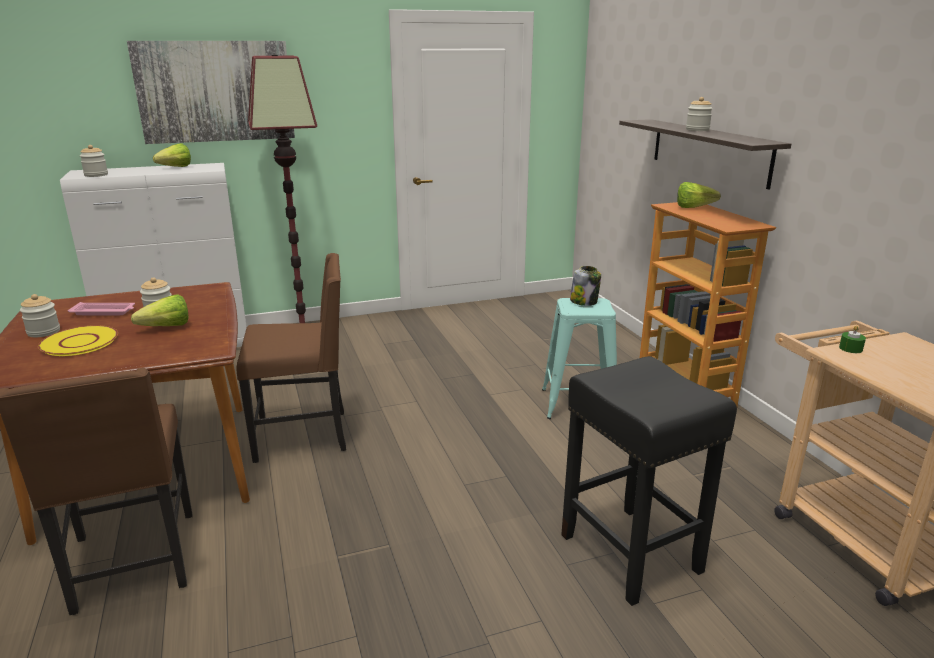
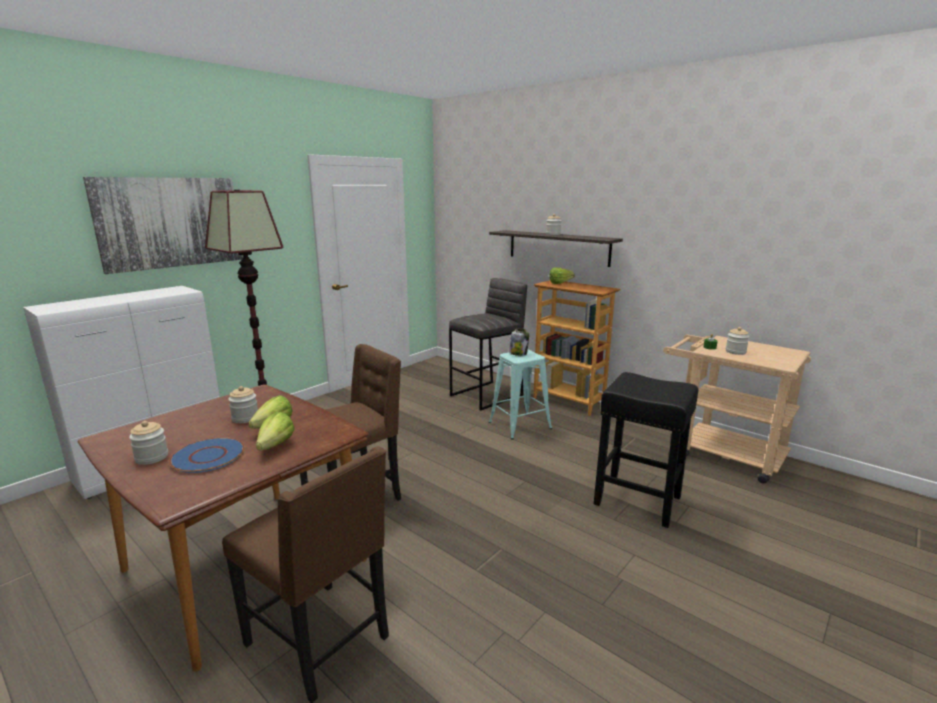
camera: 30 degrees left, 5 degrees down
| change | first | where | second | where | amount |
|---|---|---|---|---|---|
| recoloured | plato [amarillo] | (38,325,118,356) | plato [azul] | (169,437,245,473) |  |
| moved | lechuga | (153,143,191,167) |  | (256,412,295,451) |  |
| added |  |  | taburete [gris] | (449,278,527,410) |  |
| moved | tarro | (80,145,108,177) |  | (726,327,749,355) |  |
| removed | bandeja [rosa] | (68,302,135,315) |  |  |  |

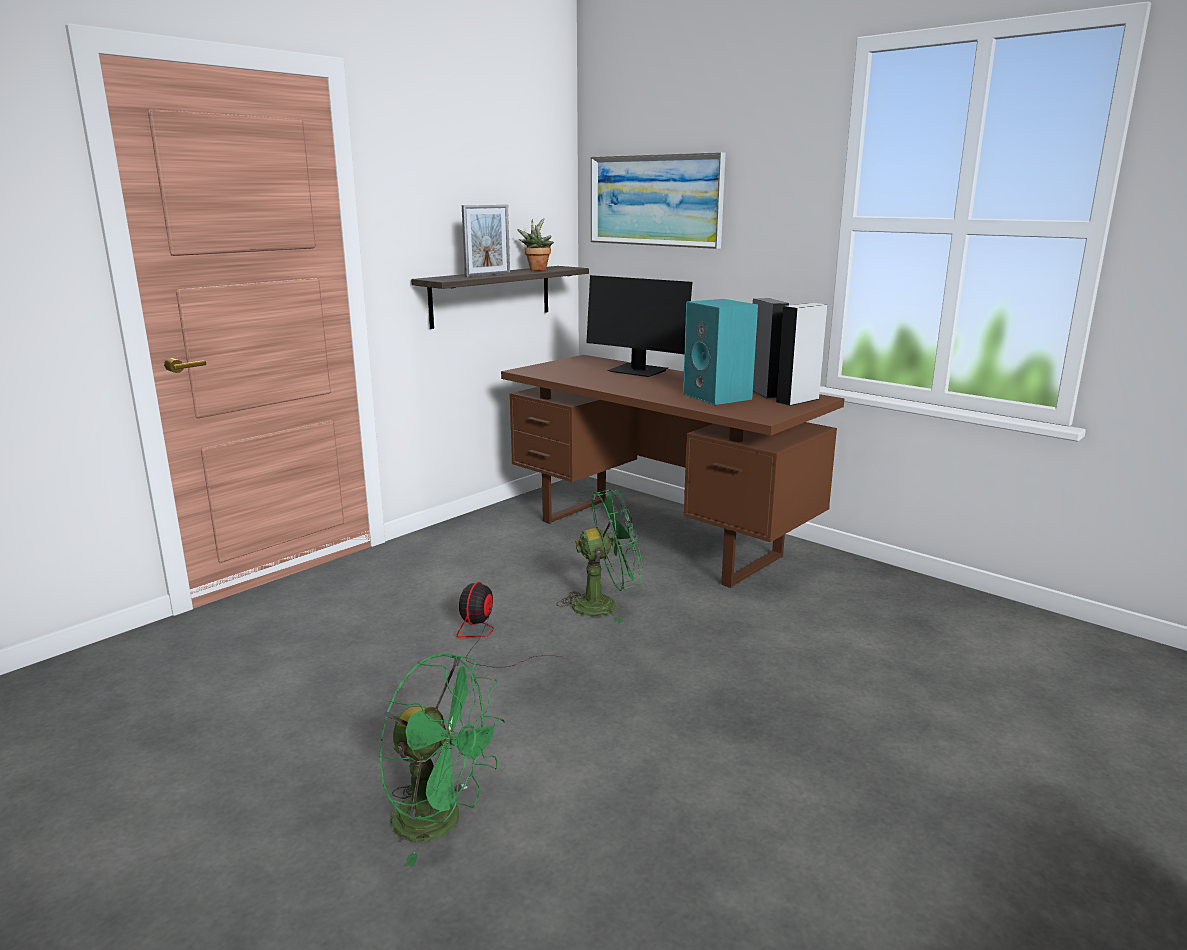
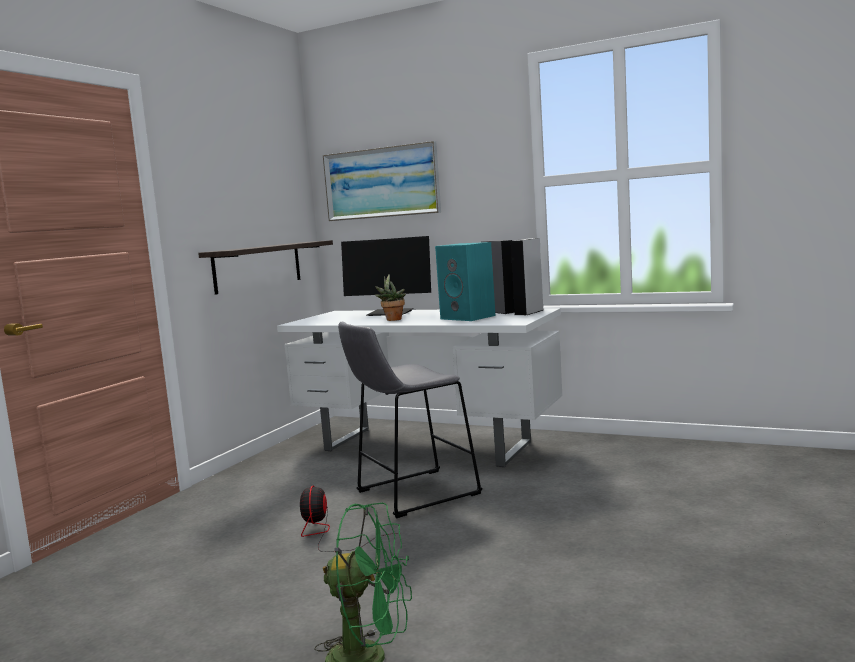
camera: 15 degrees left, 10 degrees down
| change | first | where | second | where | amount |
|---|---|---|---|---|---|
| recoloured | escritorio [marrón] | (501,355,844,588) | escritorio [blanco] | (277,308,563,467) |  |
| replaced | ventilador [verde] | (557,490,643,623) | taburete [gris] | (338,322,483,518) |  |
| moved | planta en maceta | (517,218,554,271) |  | (375,274,406,321) |  |
| removed | portarretratos | (462,205,510,277) |  |  |  |

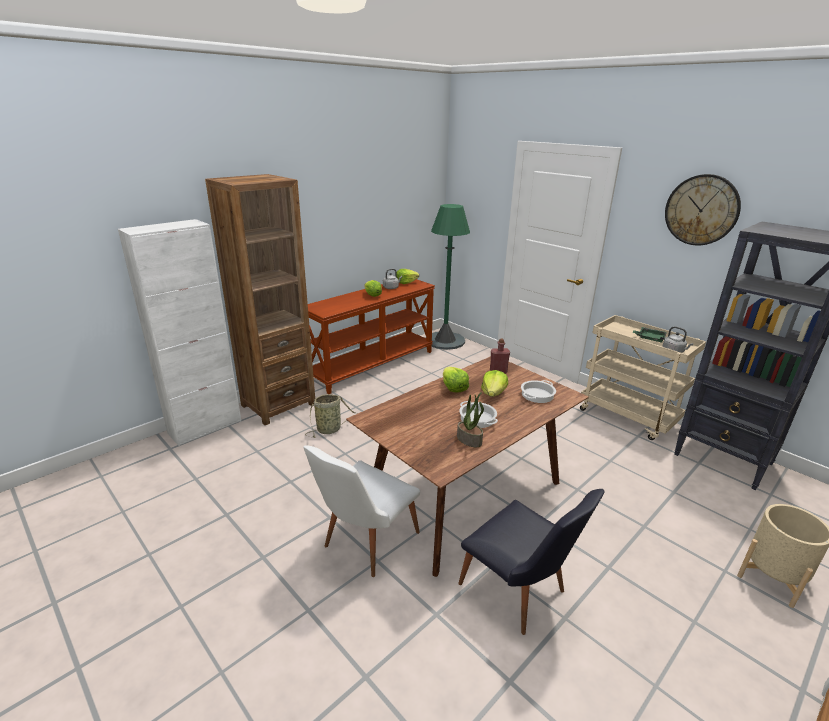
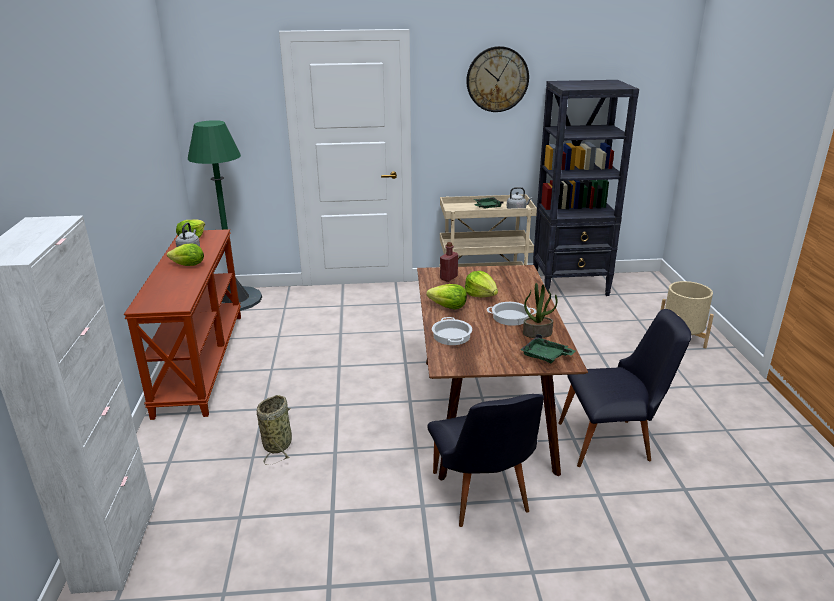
camera: 50 degrees left, 0 degrees up
| change | first | where | second | where | amount |
|---|---|---|---|---|---|
| recoloured | silla [blanco] | (303,445,420,577) | silla [negro] | (427,394,544,527) |  |
| moved | olla | (521,380,556,403) |  | (432,317,472,345) |  |
| added |  |  | bandeja [verde] | (520,334,576,363) |  |
| removed | estantería [marrón] | (205,174,315,425) |  |  |  |

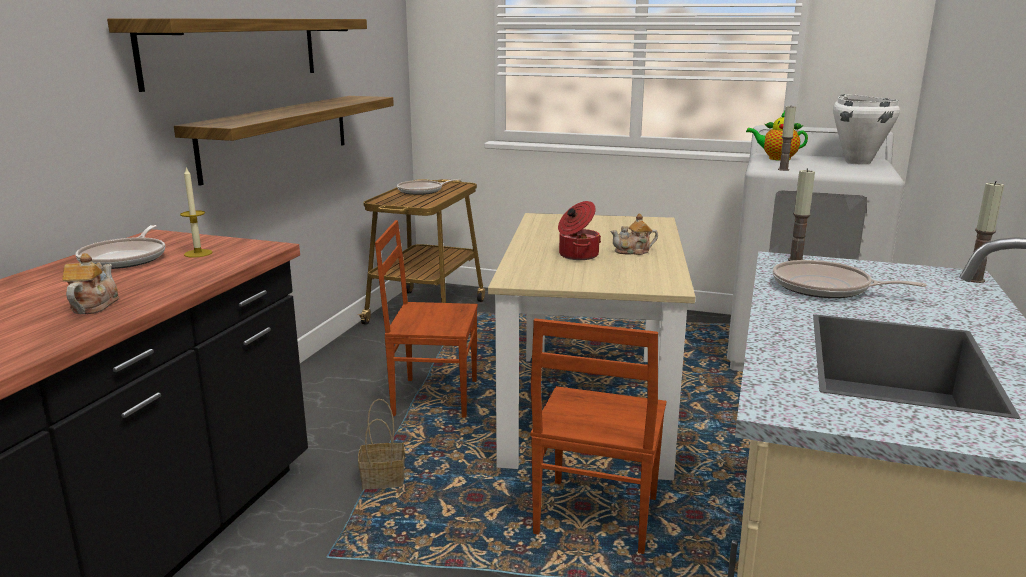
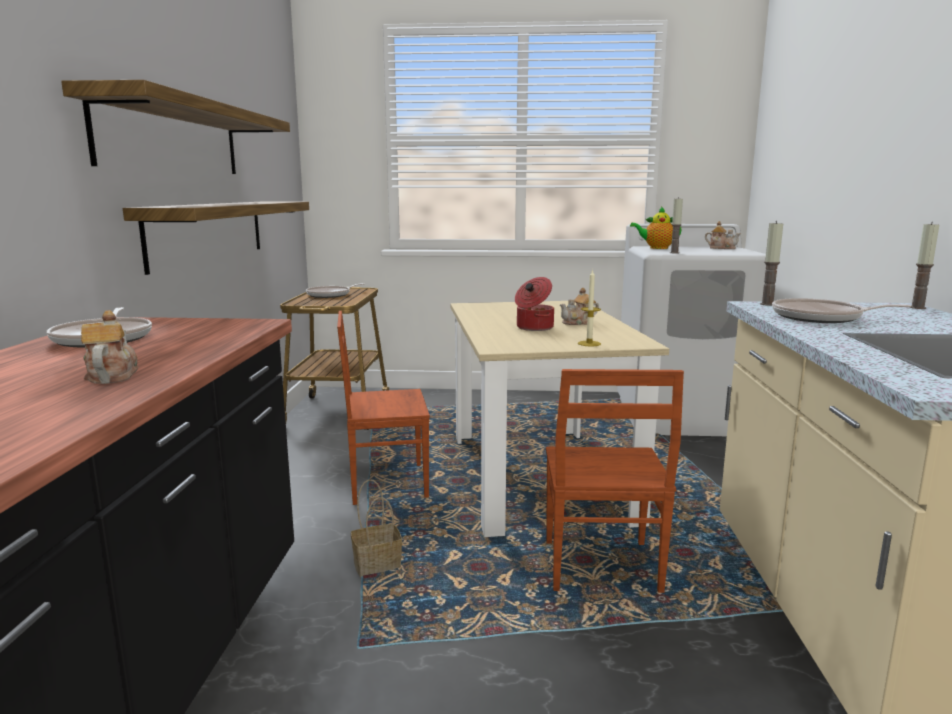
camera: 15 degrees left, 5 degrees down
| change | first | where | second | where | amount |
|---|---|---|---|---|---|
| moved | vela | (180,167,213,258) |  | (578,269,601,346) |  |
| replaced | olla [blanco] | (833,94,900,165) | tetera | (705,221,741,249) |  |

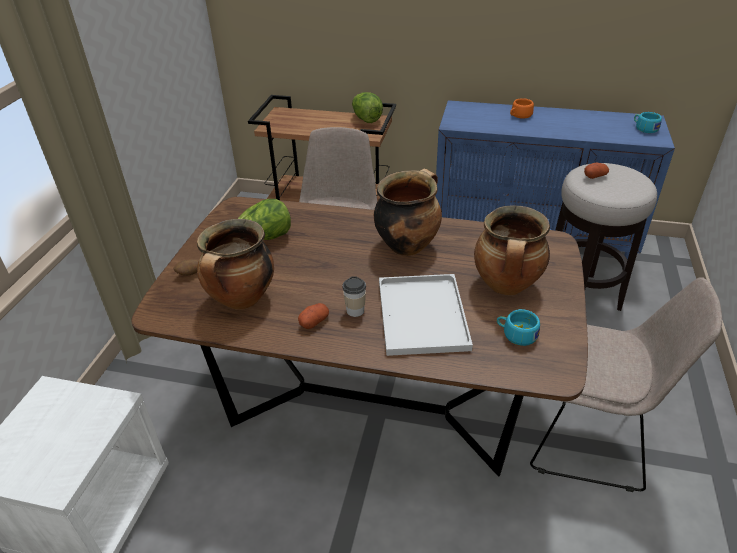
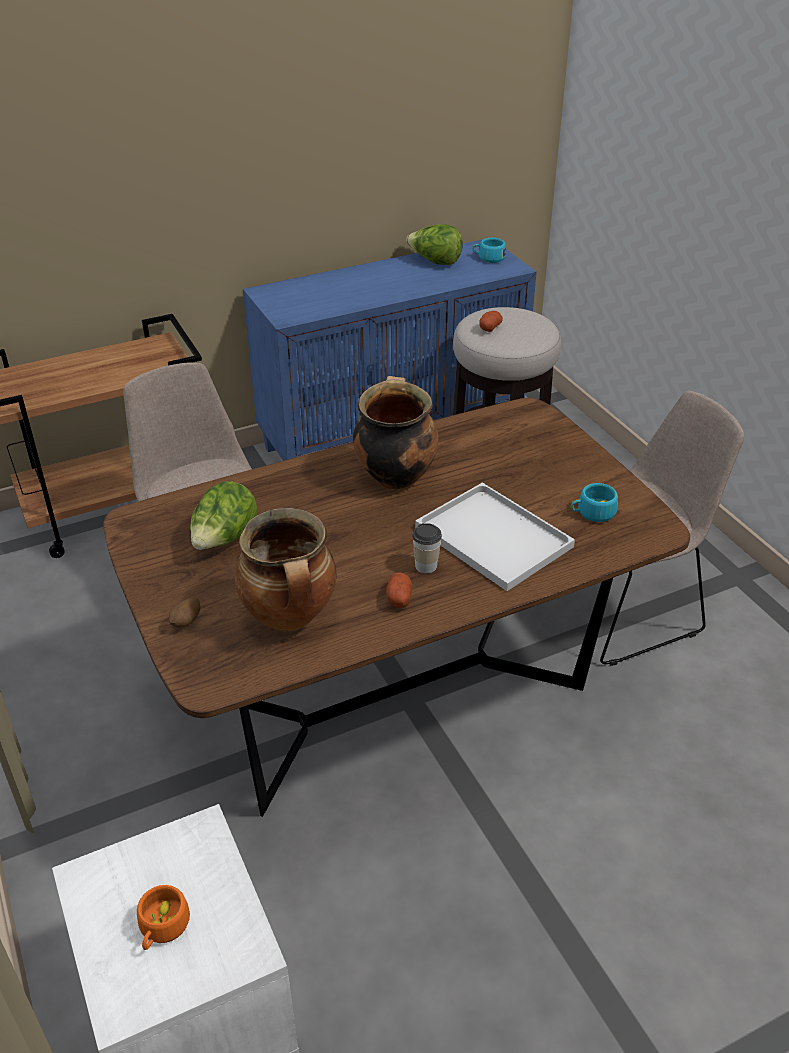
camera: 40 degrees left, 0 degrees up
| change | first | where | second | where | amount |
|---|---|---|---|---|---|
| moved | taza [naranja] | (510,98,534,119) |  | (137,885,190,950) |  |
| moved | lechuga | (352,92,383,123) |  | (406,224,463,265) |  |
| removed | olla | (474,205,550,295) |  |  |  |

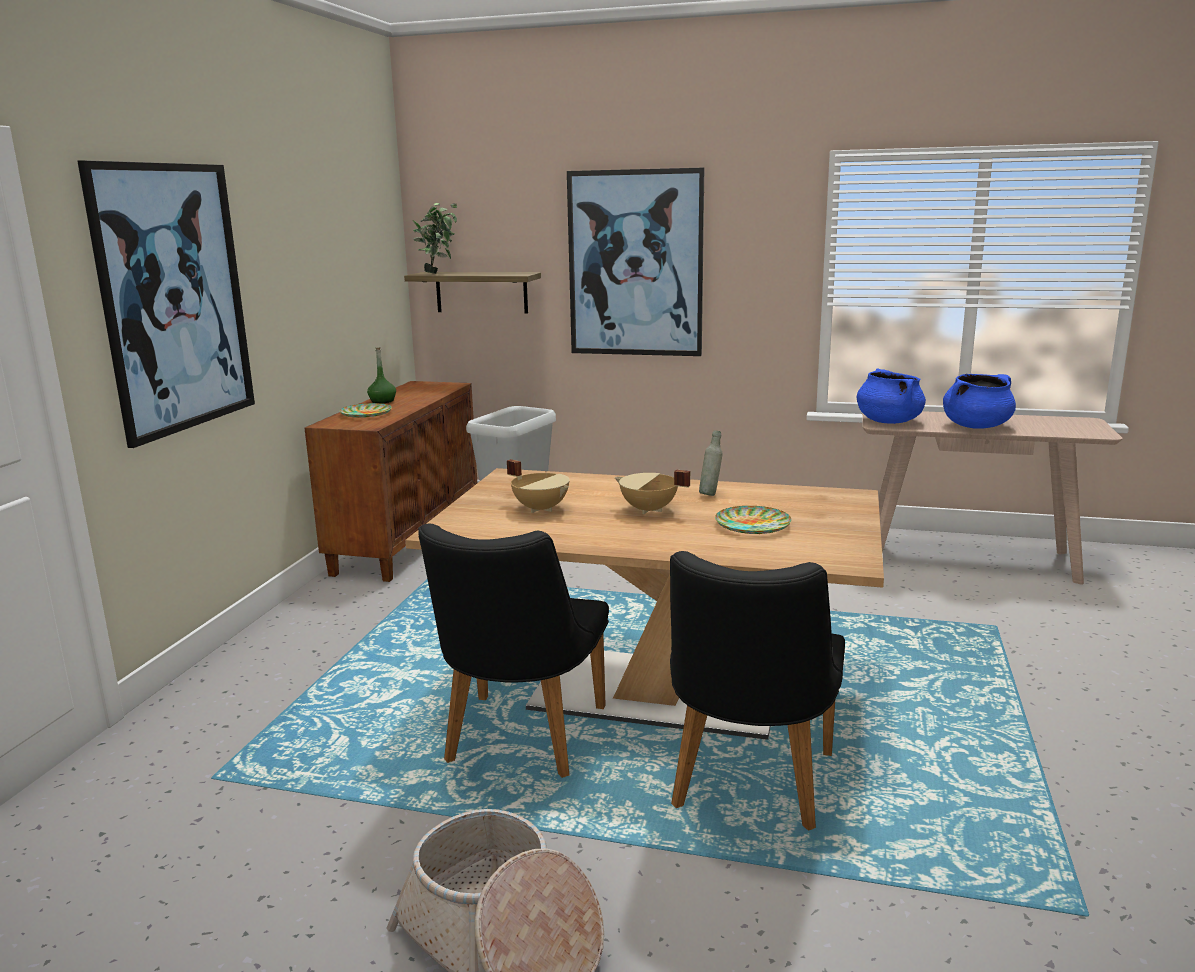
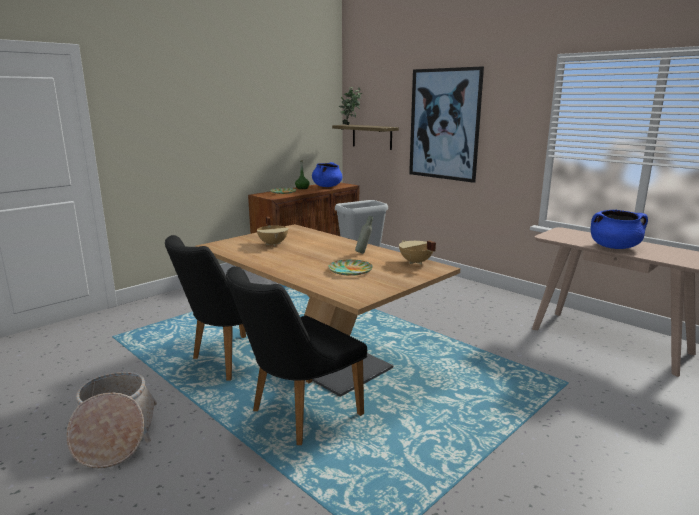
camera: 30 degrees right, 0 degrees up
| change | first | where | second | where | amount |
|---|---|---|---|---|---|
| moved | olla [azul] | (857,368,926,424) |  | (312,162,342,187) |  |
| moved | olla [beis] | (614,469,690,514) |  | (399,240,436,265) |  |
| removed | cuadro | (77,160,255,448) |  |  |  |

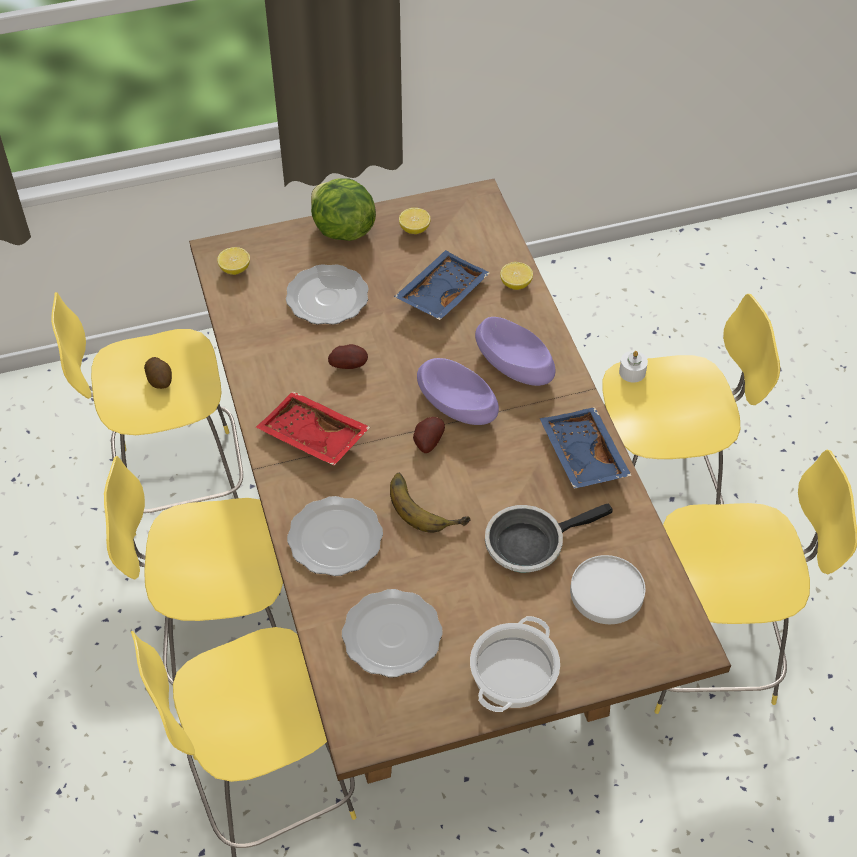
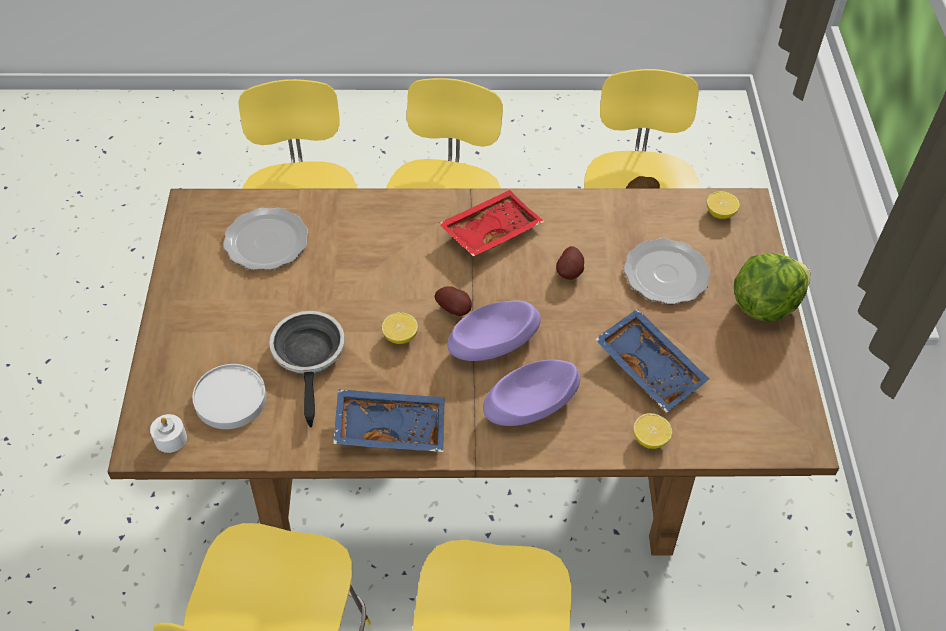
camera: 105 degrees right, 0 degrees up
| change | first | where | second | where | amount |
|---|---|---|---|---|---|
| moved | vela [blanco] | (619,351,648,383) |  | (150,414,187,453) |  |
| moved | limón | (399,208,431,234) |  | (382,312,418,344) |  |
| removed | plato | (287,496,383,576) |  |  |  |
| removed | plátano | (390,473,471,533) |  |  |  |
| removed | olla | (470,616,560,712) |  |  |  |

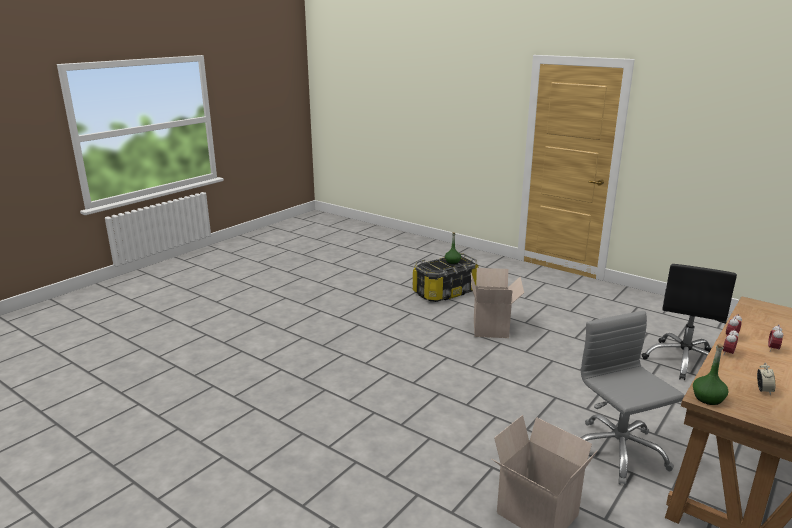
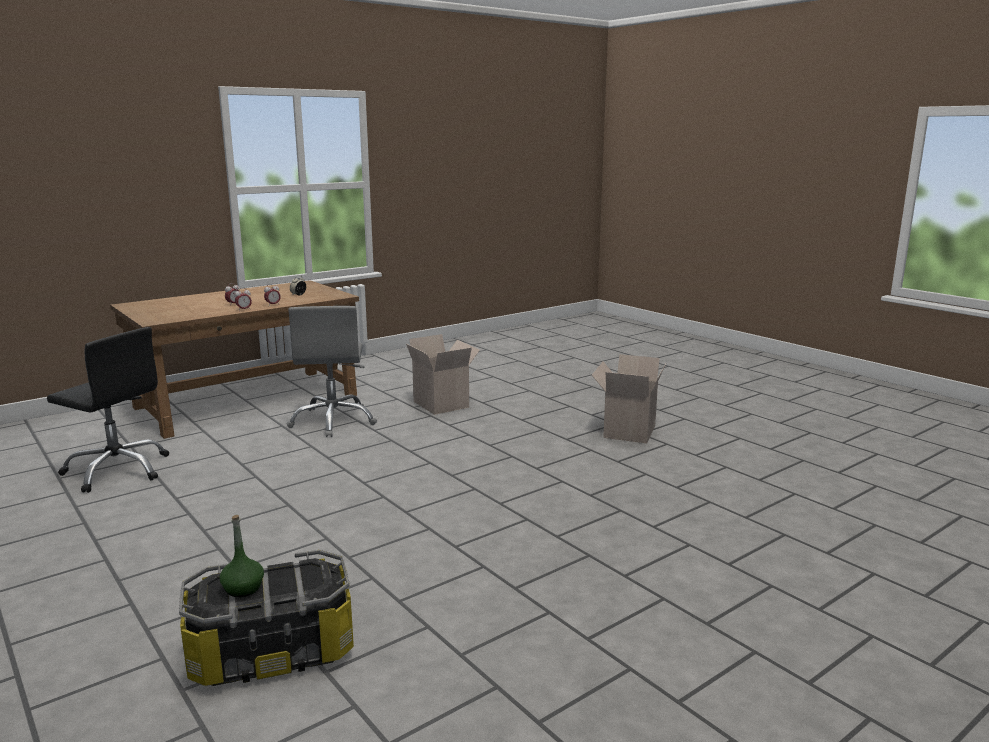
camera: 165 degrees left, 5 degrees down
| change | first | where | second | where | amount |
|---|---|---|---|---|---|
| turned | silla de oficina [negro] | (642,264,737,380) |  | (47,327,170,493) | 75 degrees clockwise |
| moved | caja de cartón | (471,268,524,338) |  | (592,354,666,443) |  |
| removed | botella [verde] | (693,343,729,405) |  |  |  |

